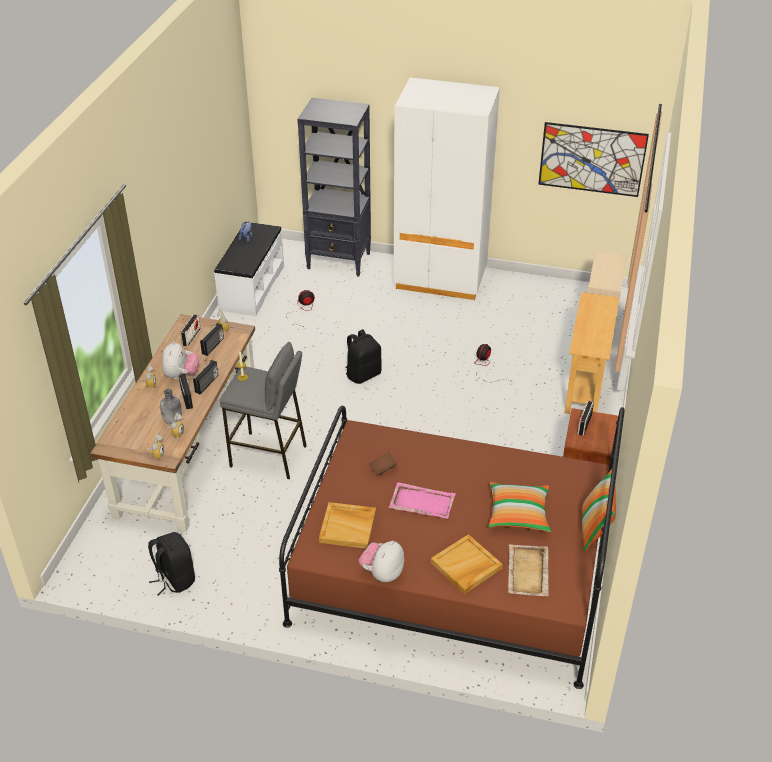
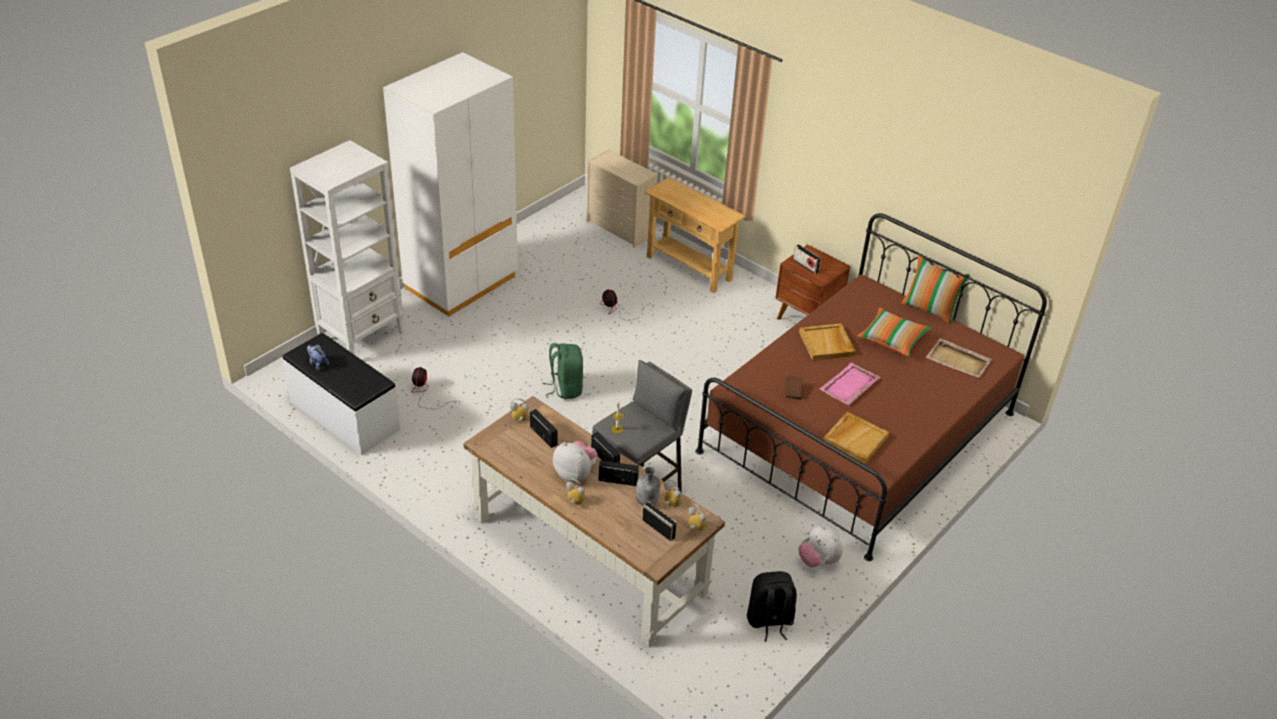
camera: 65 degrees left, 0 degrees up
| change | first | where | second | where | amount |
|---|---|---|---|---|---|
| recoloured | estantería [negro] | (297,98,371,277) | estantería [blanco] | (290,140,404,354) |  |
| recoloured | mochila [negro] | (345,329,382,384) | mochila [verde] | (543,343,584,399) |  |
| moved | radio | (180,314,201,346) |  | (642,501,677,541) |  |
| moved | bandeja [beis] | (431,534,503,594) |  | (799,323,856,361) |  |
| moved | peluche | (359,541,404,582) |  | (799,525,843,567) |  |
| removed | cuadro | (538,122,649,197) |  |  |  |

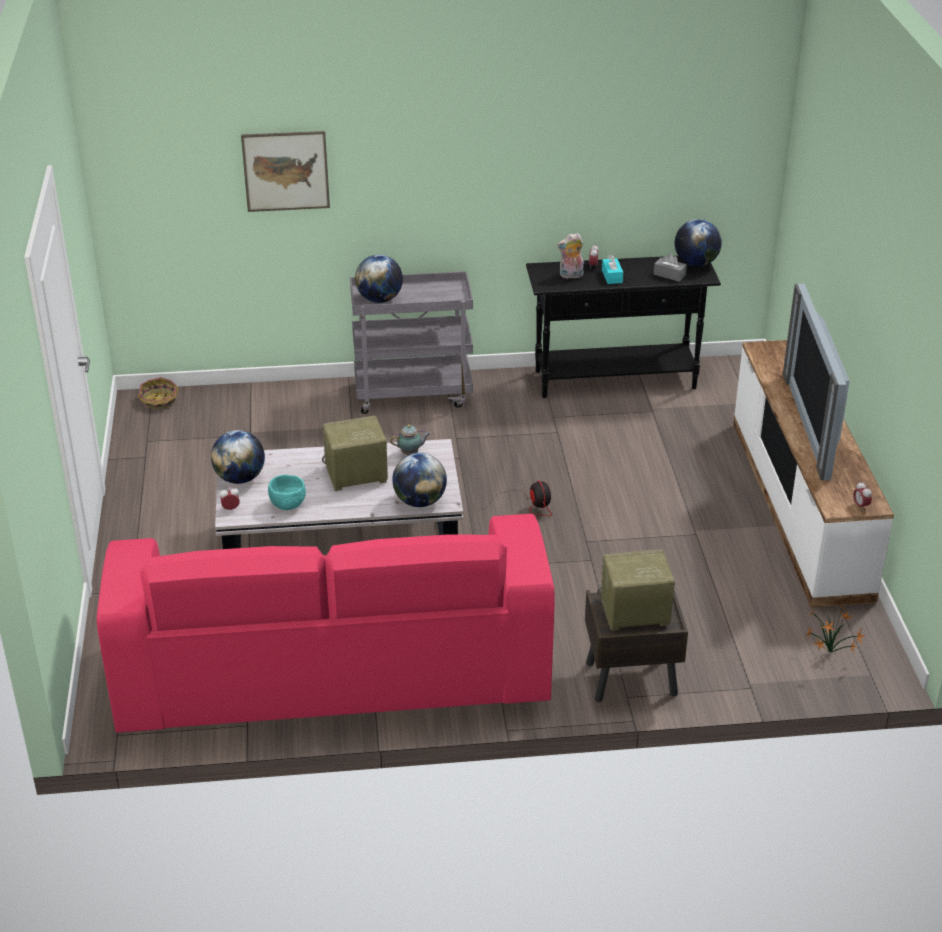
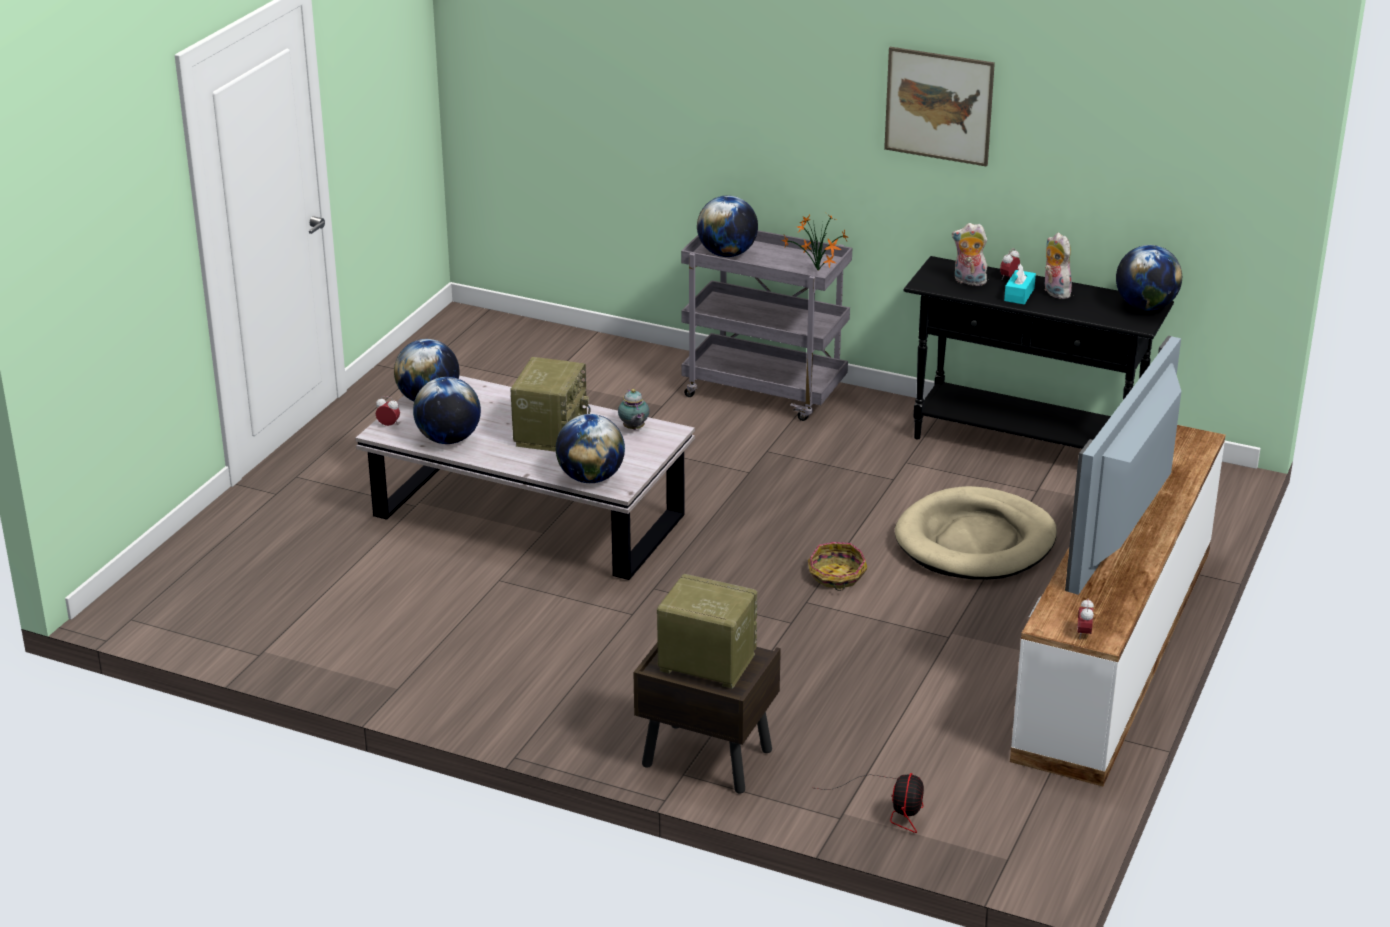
camera: 30 degrees right, 5 degrees down
| change | first | where | second | where | amount |
|---|---|---|---|---|---|
| replaced | cuenco [turquesa] | (268,475,306,510) | globo terráqueo | (413,377,481,444) |  |
| turned | radio | (322,416,388,491) |  | (510,357,591,452) | 90 degrees clockwise |
| turned | tetera | (390,425,430,455) |  | (618,389,649,430) | 60 degrees clockwise |
| moved | planta en maceta | (807,605,864,653) |  | (782,213,848,270) |  |
| moved | cesta | (138,377,178,409) |  | (808,542,867,591) |  |
| moved | ventilador | (478,481,552,516) |  | (816,773,924,833) |  |
| moved | cuadro | (241,131,330,212) |  | (884,47,995,167) |  |
| added |  |  | cama para perro [beis] | (895,486,1057,580) |  |
| added |  |  | peluche | (1045,233,1072,299) |  |
| removed | sofá [rosa] | (97,514,555,733) |  |  |  |
| removed | caja de pañuelos [gris] | (654,253,687,282) |  |  |  |

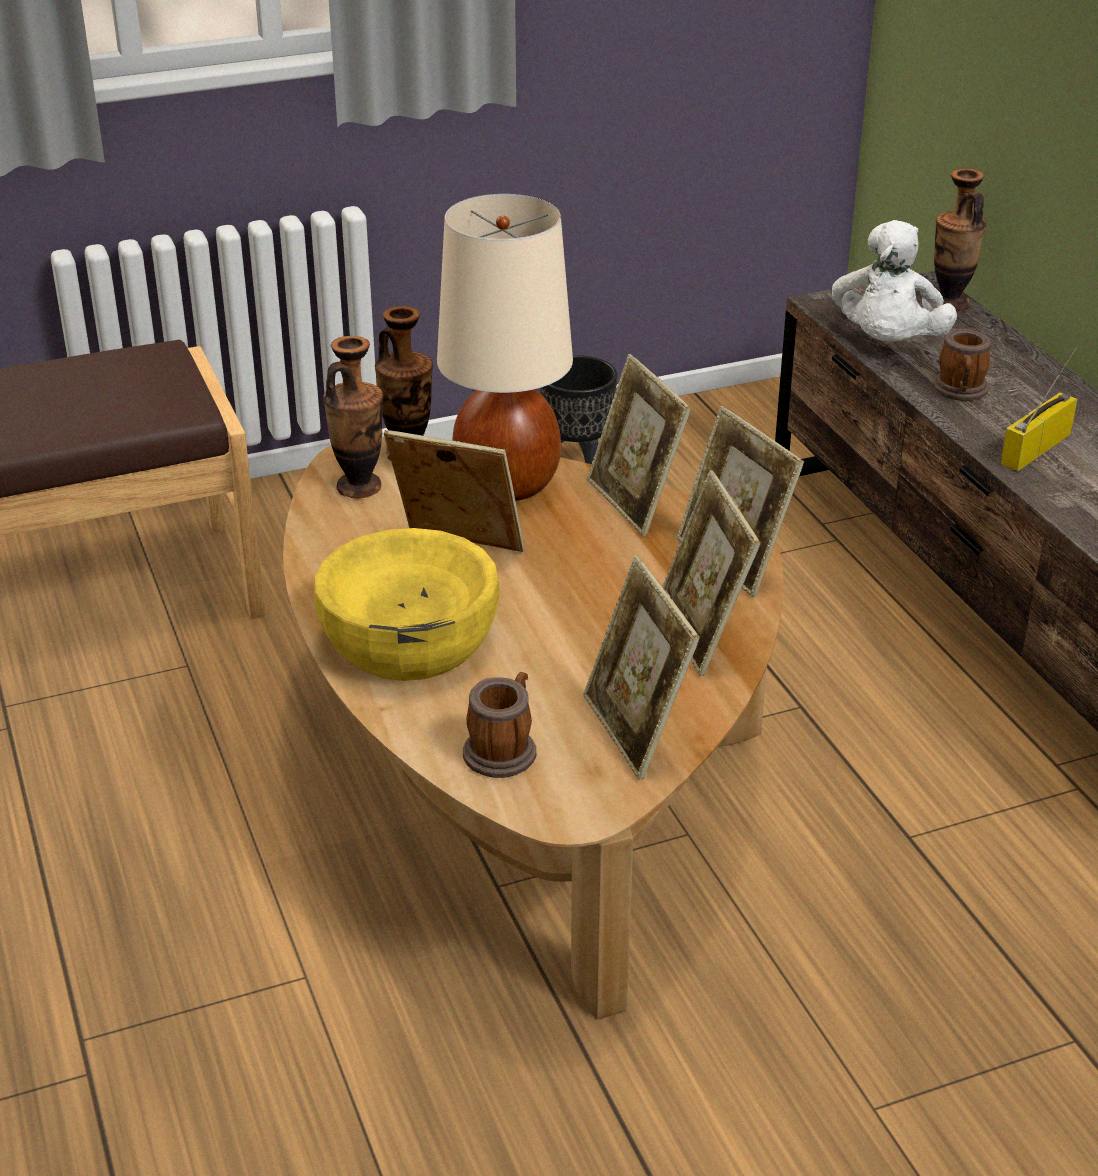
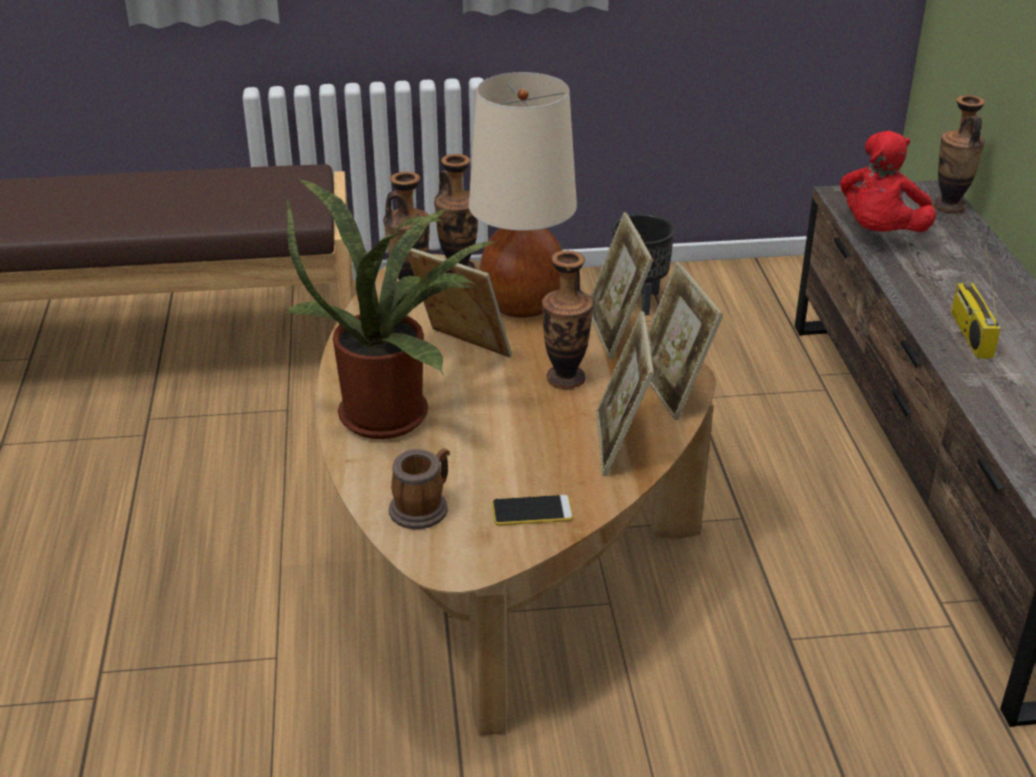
camera: 15 degrees right, 0 degrees up
| change | first | where | second | where | amount |
|---|---|---|---|---|---|
| replaced | cuenco [amarillo] | (314,528,500,681) | planta en maceta | (286,178,498,439) |  |
| replaced | portarretratos | (583,556,700,780) | móvil | (492,495,573,526) |  |
| added |  |  | florero | (542,251,593,389) |  |
| recoloured | peluche [blanco] | (832,220,957,342) | peluche [rojo] | (840,130,936,232) |  |
| turned | radio | (1000,346,1078,471) |  | (951,243,1001,358) | 60 degrees counterclockwise |
| removed | taza grande | (933,329,991,401) |  |  |  |

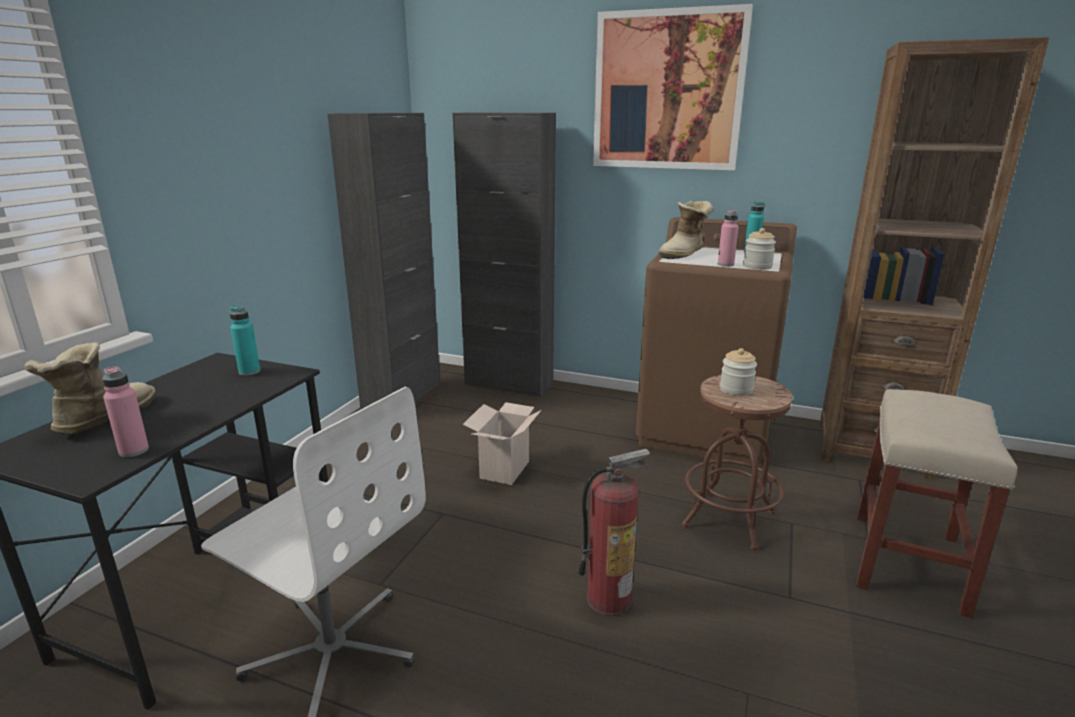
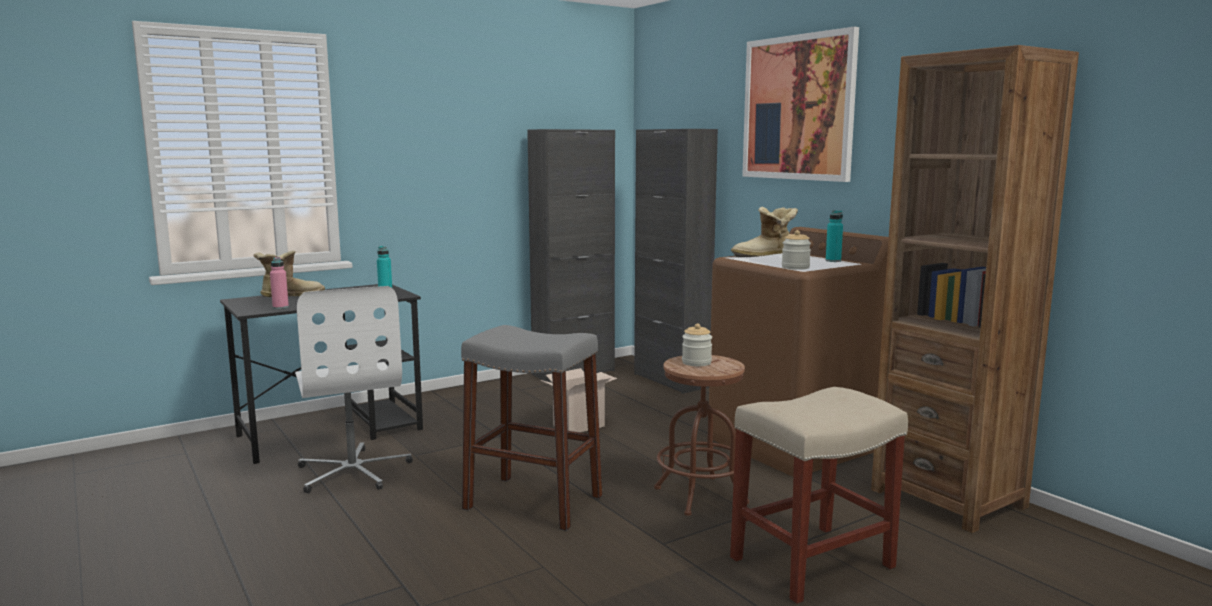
camera: 35 degrees right, 10 degrees down
| change | first | where | second | where | amount |
|---|---|---|---|---|---|
| replaced | extintor | (578,449,650,616) | taburete [gris] | (461,325,602,531) |  |
| removed | botella [rosa] | (718,210,738,267) |  |  |  |

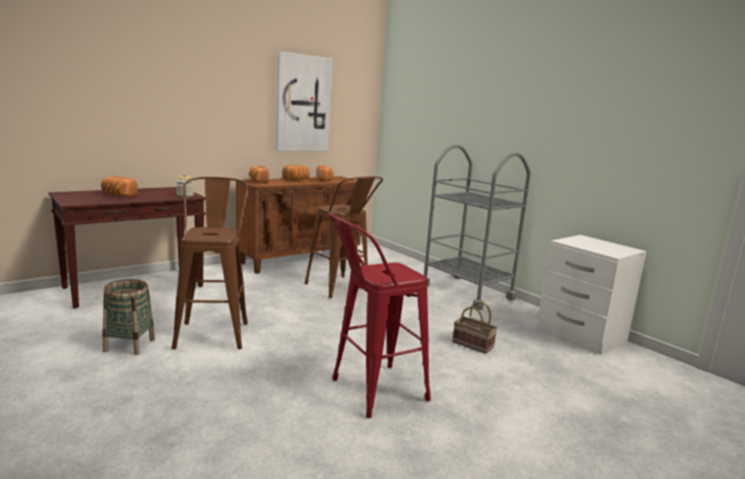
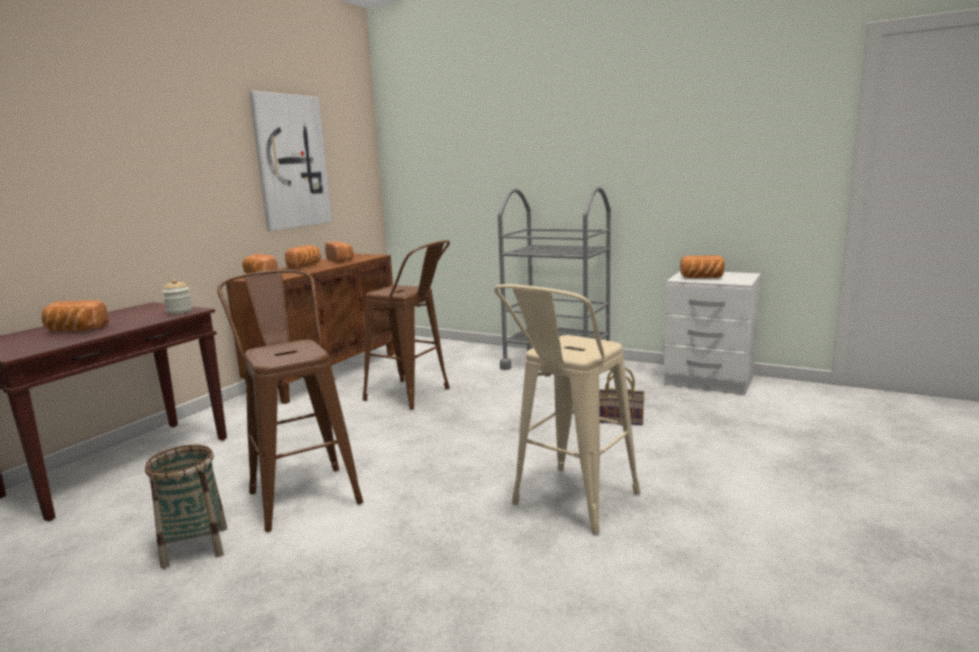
camera: 20 degrees left, 0 degrees up
| change | first | where | second | where | amount |
|---|---|---|---|---|---|
| recoloured | taburete [rojo] | (328,213,431,418) | taburete [beis] | (494,284,640,534) |  |
| added |  |  | pan | (680,255,724,278) |  |

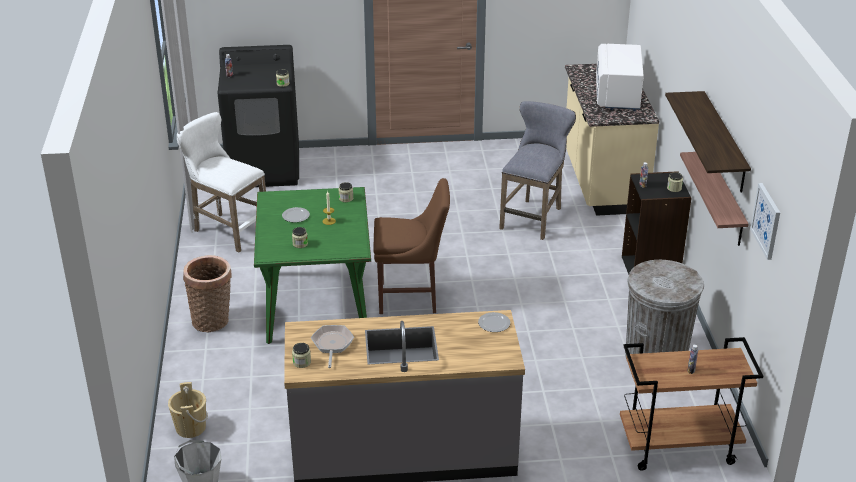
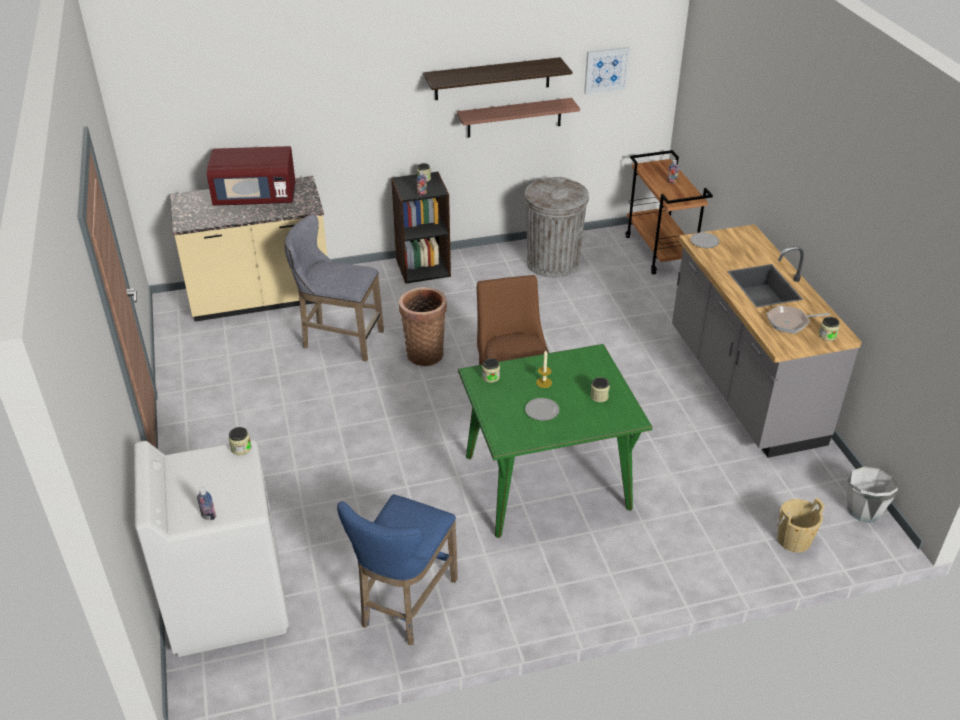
camera: 100 degrees left, 5 degrees up
| change | first | where | second | where | amount |
|---|---|---|---|---|---|
| recoloured | lavadora [negro] | (218,45,299,187) | lavadora [blanco] | (134,440,289,657) |  |
| recoloured | microondas [blanco] | (596,44,644,111) | microondas [rojo] | (207,146,296,206) |  |
| recoloured | taburete [blanco] | (177,112,266,252) | taburete [azul] | (337,494,458,645) |  |
| moved | cesta | (183,255,232,332) |  | (399,287,447,366) |  |

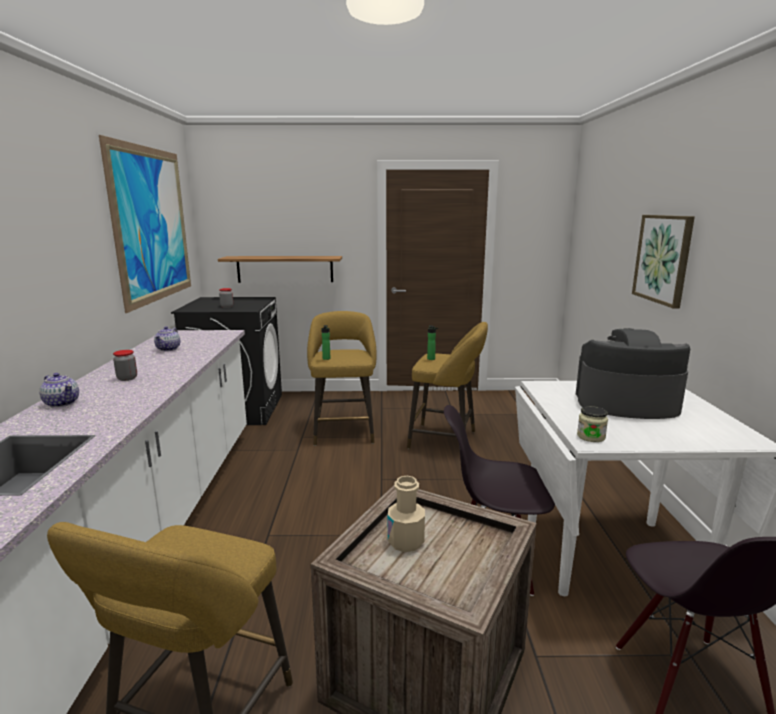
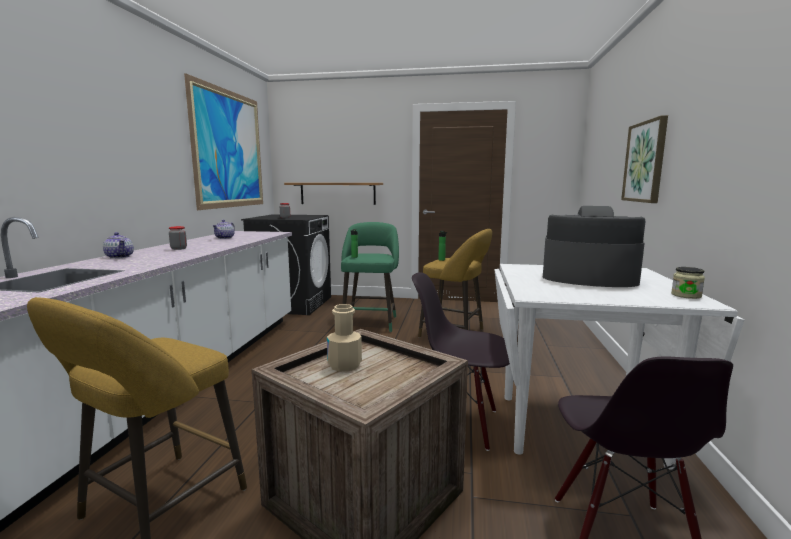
camera: 10 degrees right, 5 degrees down
| change | first | where | second | where | amount |
|---|---|---|---|---|---|
| recoloured | taburete [amarillo] | (307,311,377,446) | taburete [verde] | (341,222,399,332) |  |
| moved | tarro | (577,406,608,442) |  | (671,267,705,299) |  |

